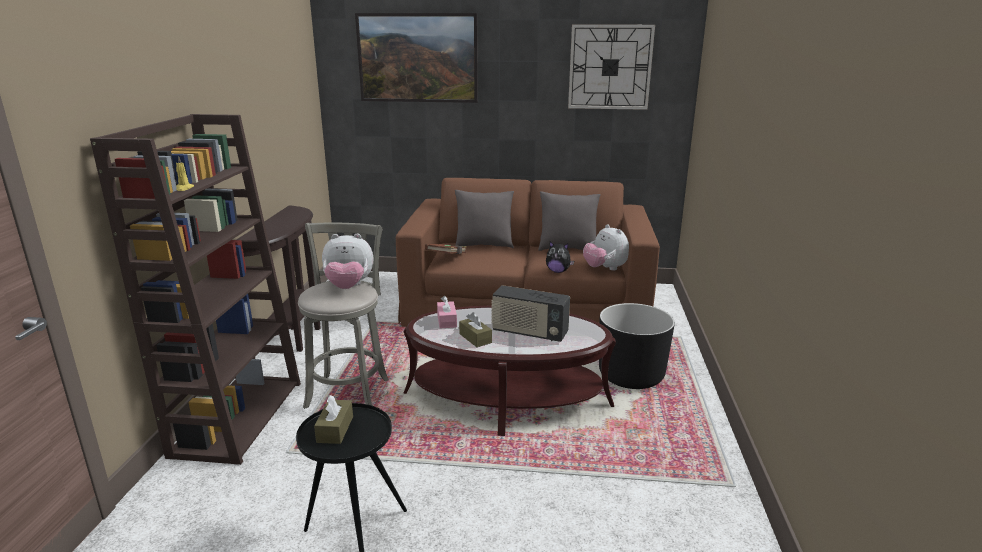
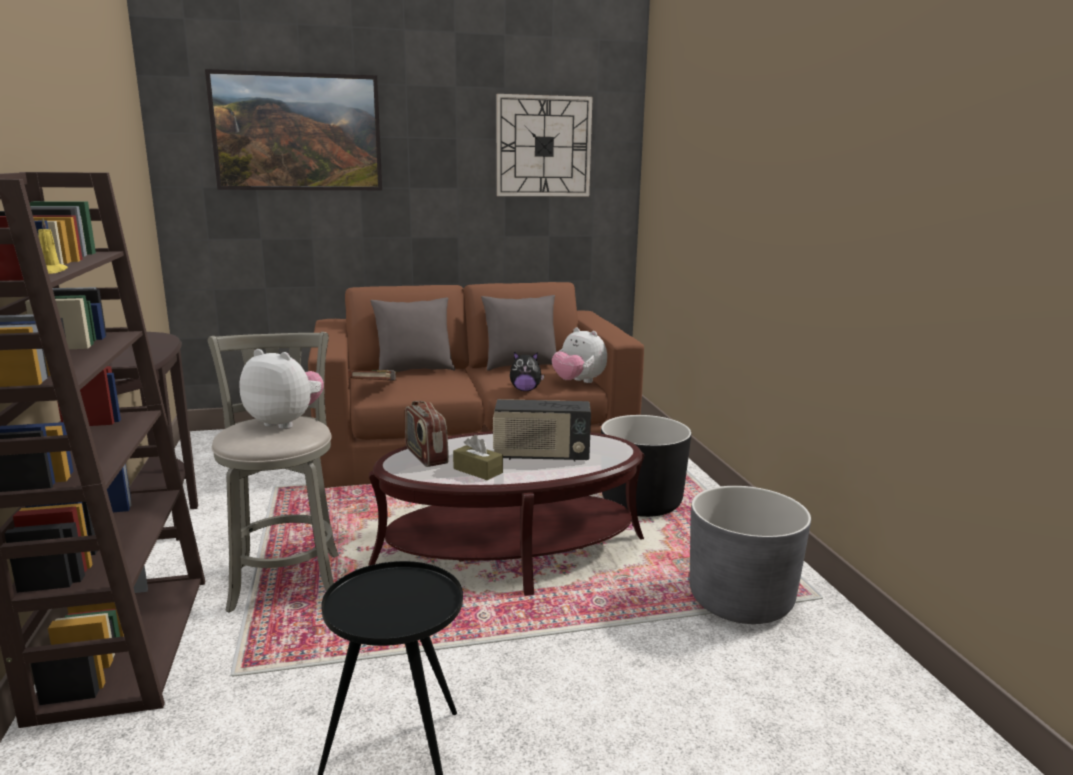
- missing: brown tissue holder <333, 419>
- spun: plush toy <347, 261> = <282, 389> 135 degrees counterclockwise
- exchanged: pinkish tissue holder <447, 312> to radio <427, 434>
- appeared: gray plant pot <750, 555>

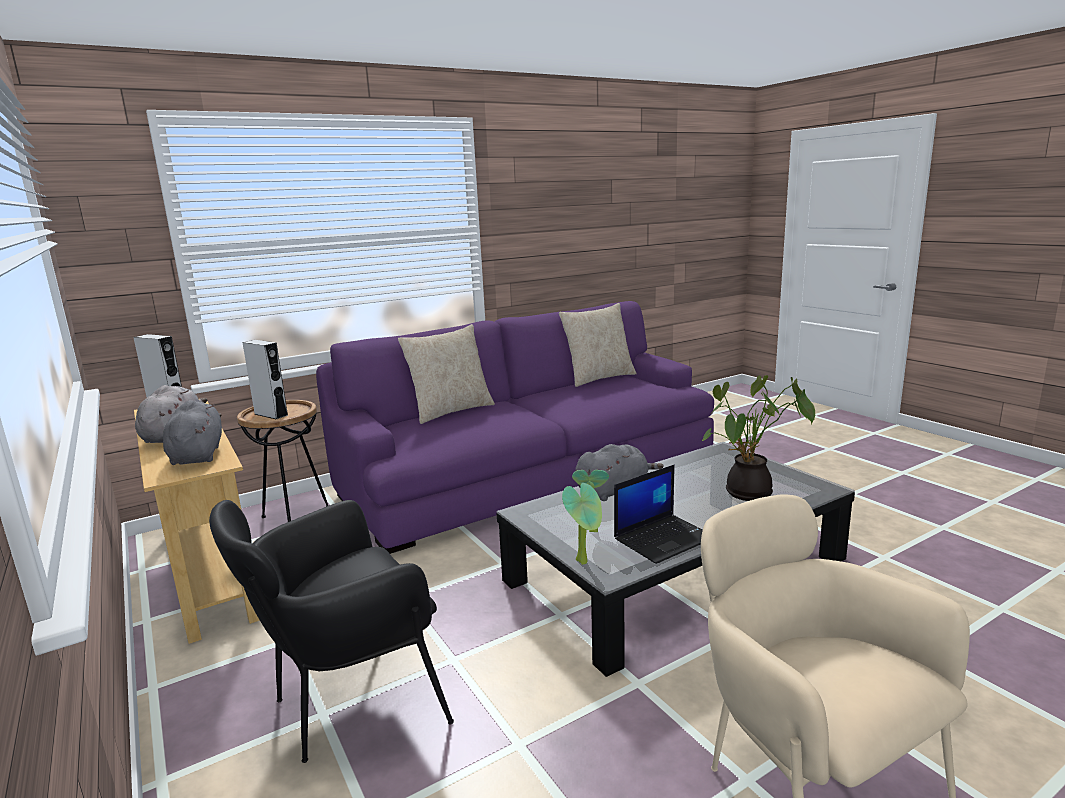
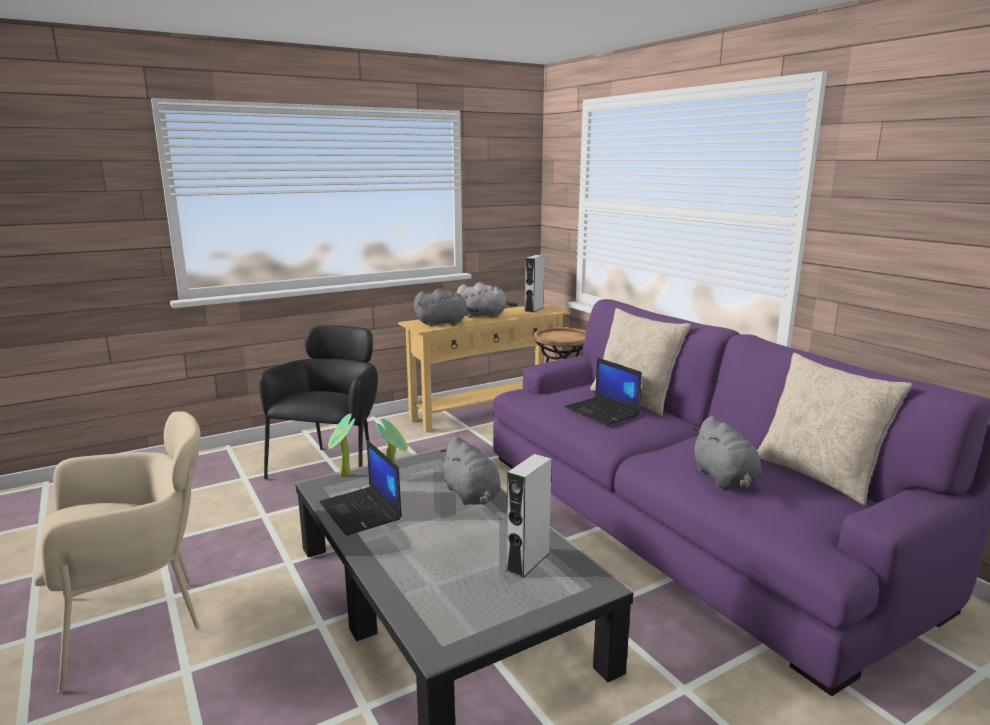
- spun: black-coloured easy chair <331, 631> = <318, 402> 45 degrees clockwise
- relocated: gray speaker <265, 379> to <529, 516>
- missing: houseplant <758, 438>
- appeared: laptop <603, 392>
- appeared: gray plush toy <726, 452>

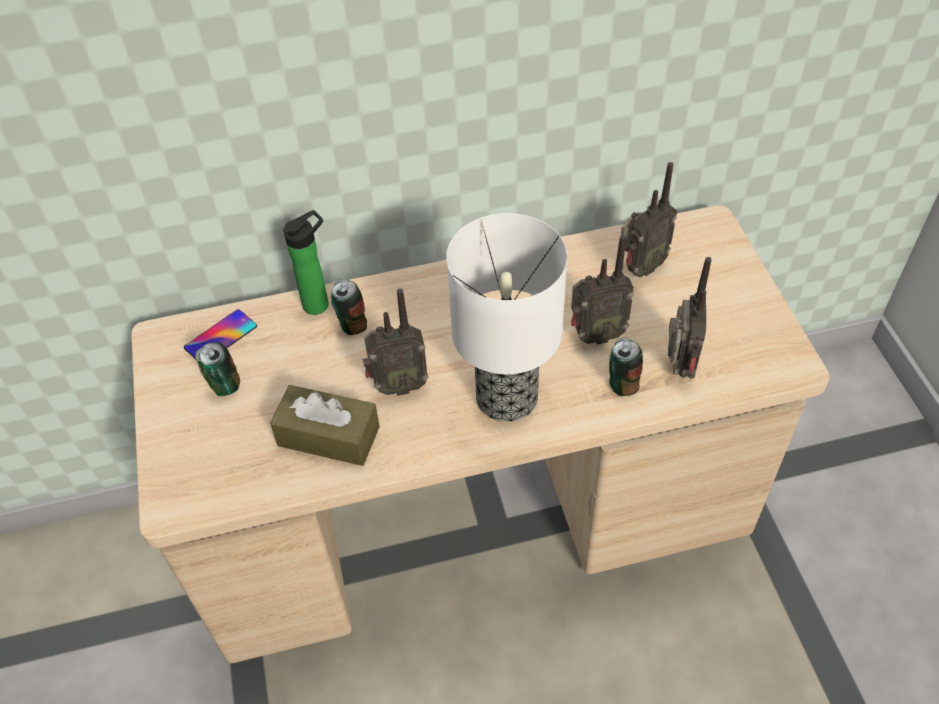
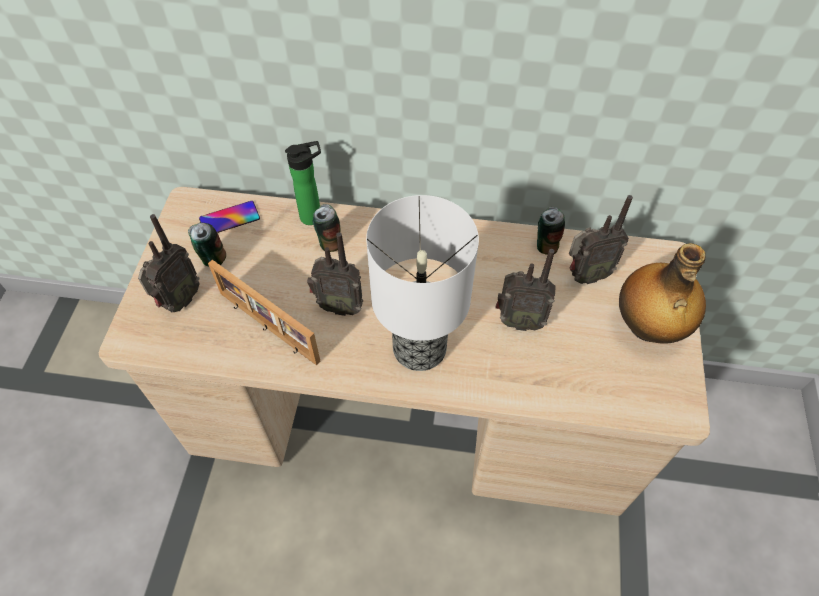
- exchanged: brown tissue holder <325, 425> to picture frame <264, 312>
- relocated: metal can <626, 367> to <551, 231>
- relocated: radio <690, 318> to <169, 263>
- appeared: drink bottle <662, 293>

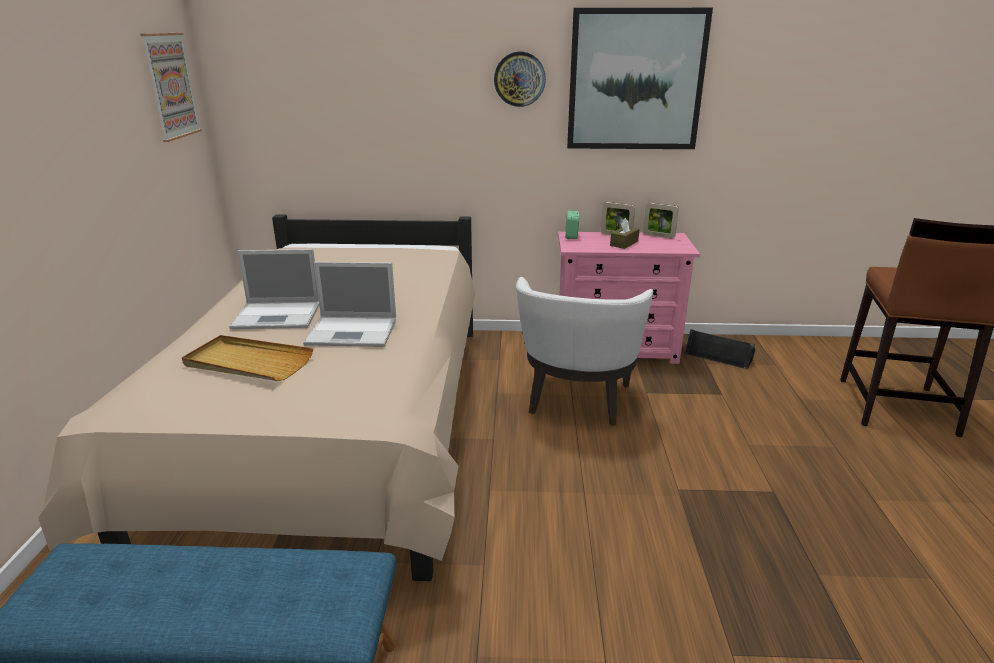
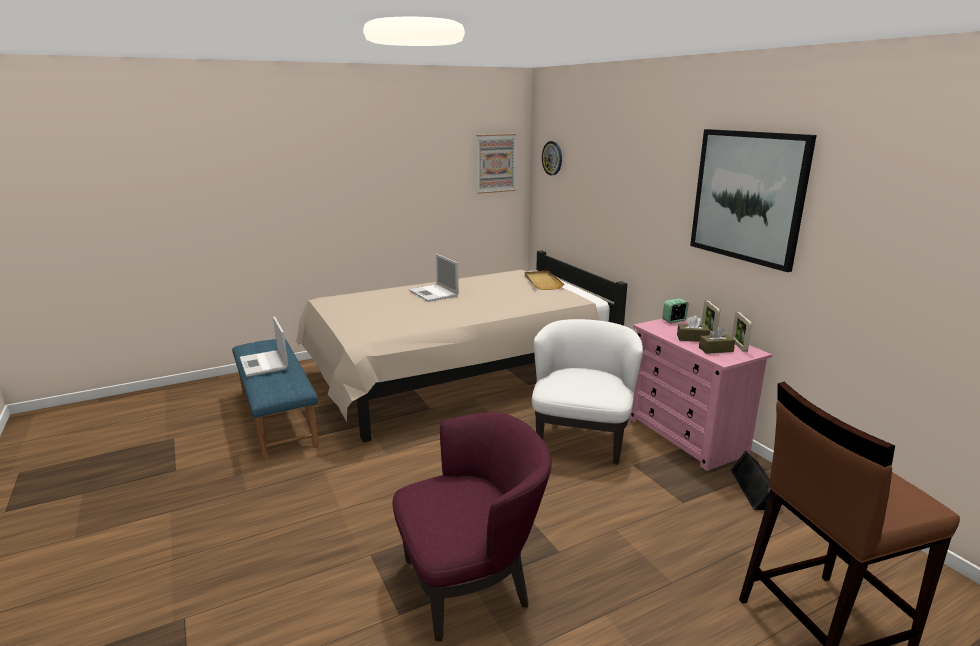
- relocated: sand-coloured serving tray <247, 358> to <544, 280>
- relocated: laptop <349, 304> to <264, 347>
- relocated: wall clock <520, 79> to <552, 158>
- spun: whitish easy chair <584, 351> = <587, 392> 120 degrees clockwise
- appeared: purple-coloured easy chair <472, 527>
- appeared: brown tissue holder <717, 340>

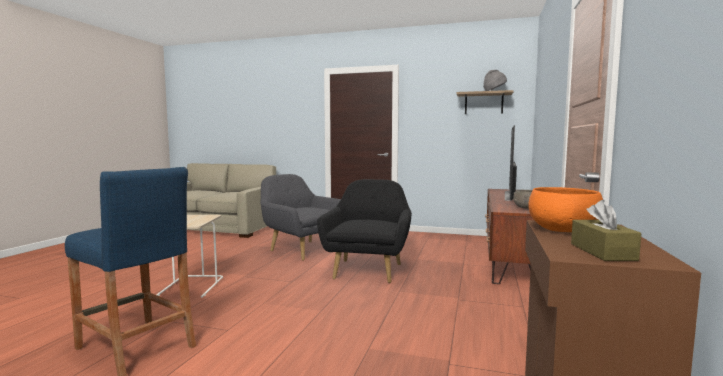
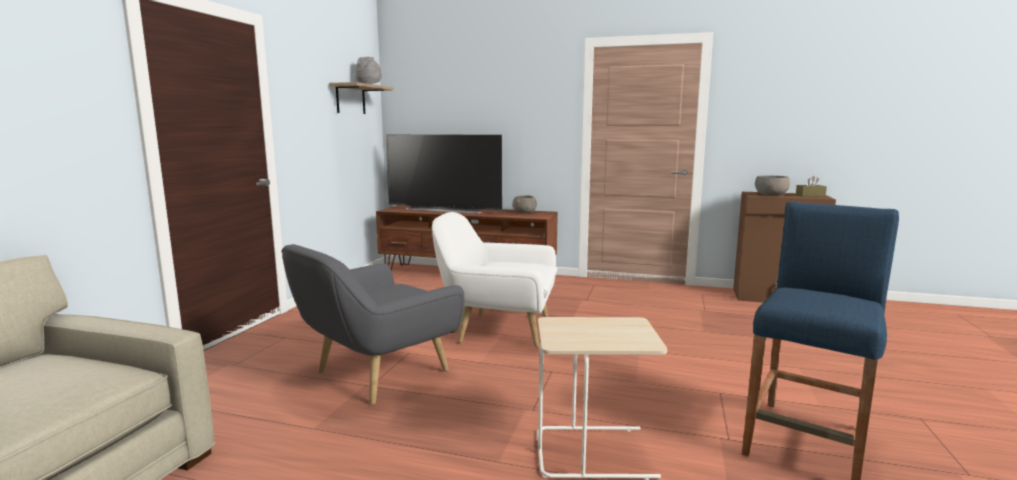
- colour: black-coloured easy chair <364, 231> to whitish easy chair <494, 280>
- colour: orange-coloured deep dish <565, 209> to gray deep dish <772, 185>

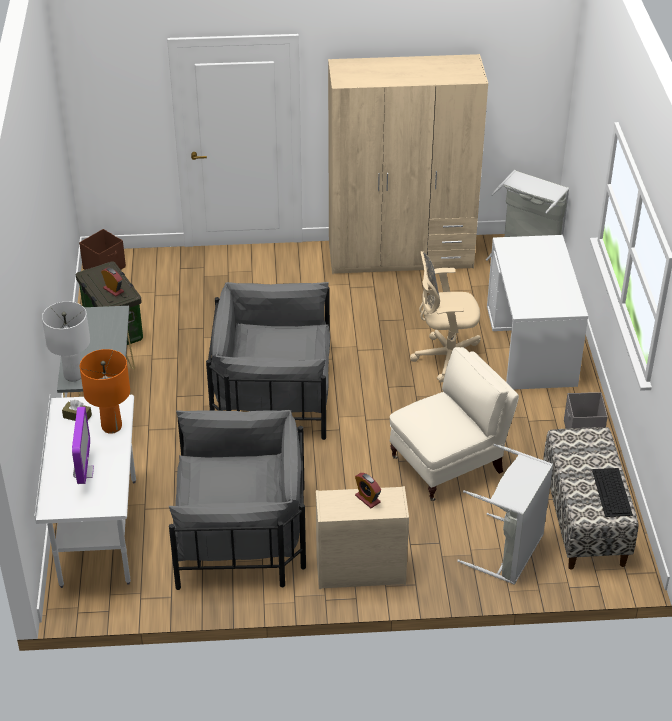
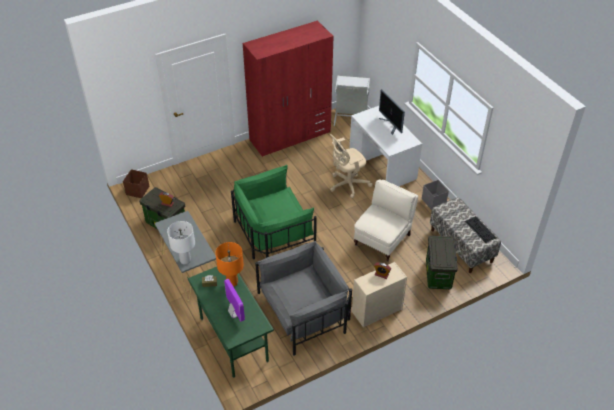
- colour: whitish desk unit <85, 491> to greenish desk unit <230, 322>
- colour: gray easy chair <268, 361> to greenish easy chair <274, 212>
- colour: sand-coloured clothes cupboard <408, 164> to red-coloured clothes cupboard <288, 88>
- exchanged: gray washing basket <505, 514> to storage container <442, 262>
- appeared: computer display <392, 112>

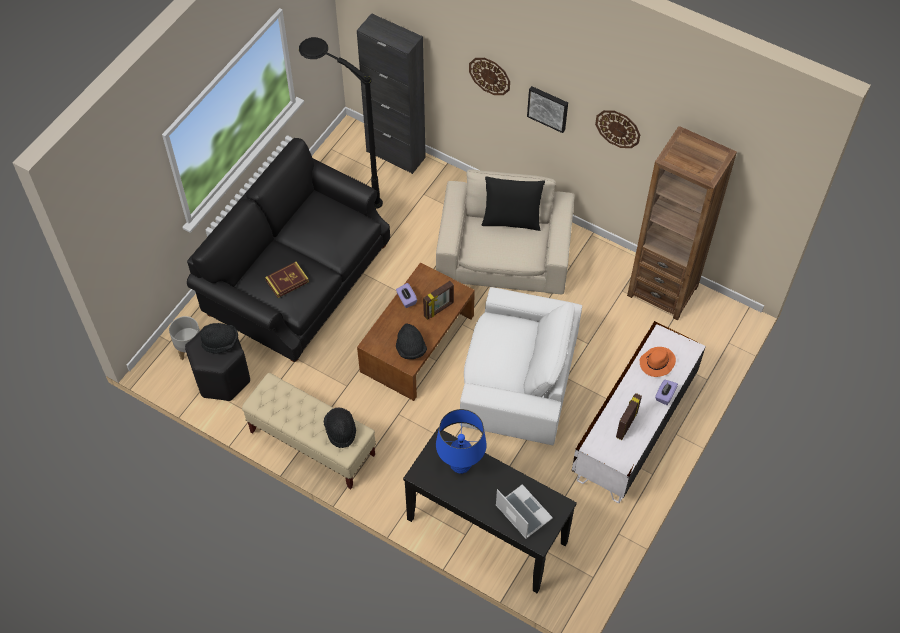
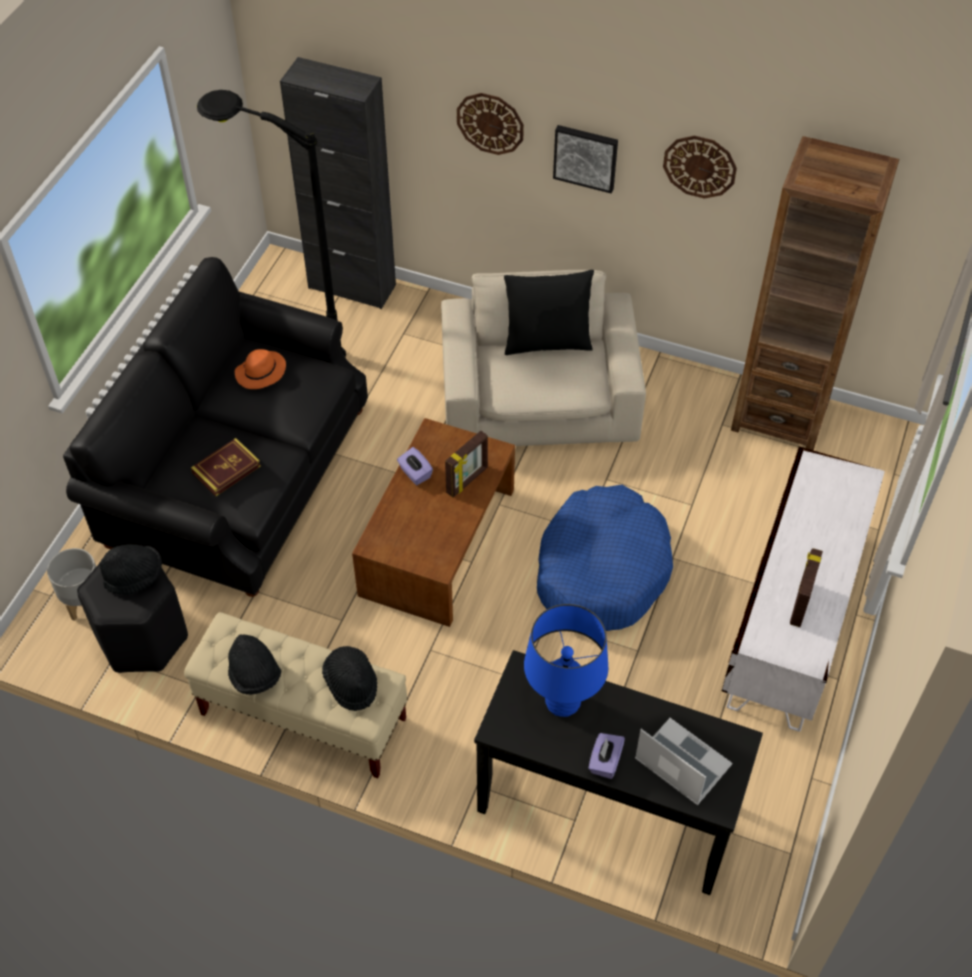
- relocated: black-coloured hat <411, 341> to <254, 664>
- exchanged: whitish easy chair <521, 366> to blue pet bed <605, 558>
- relocated: orange-coloured hat <658, 362> to <260, 369>
- relocated: purple-coloured tissue holder <666, 392> to <607, 756>

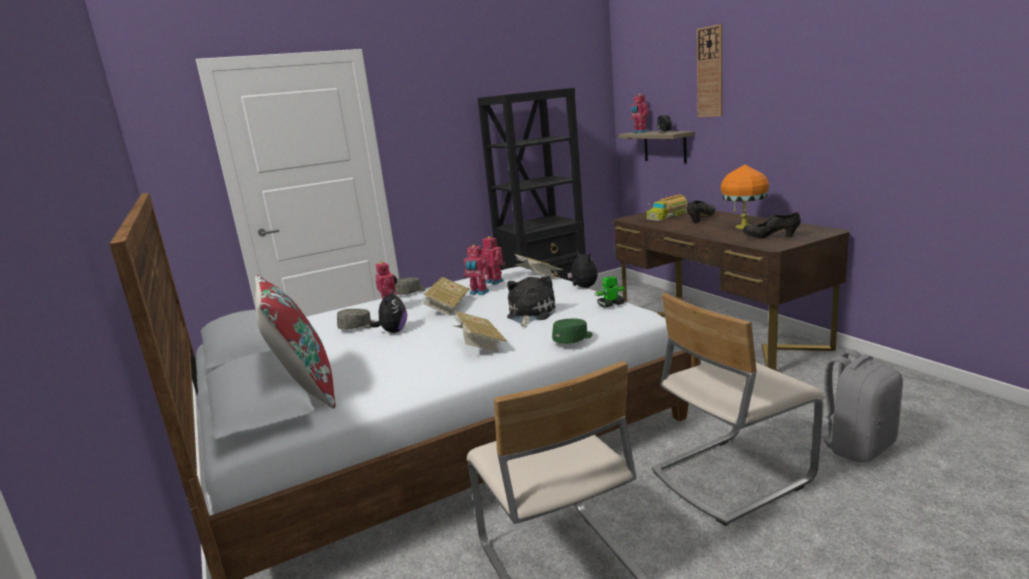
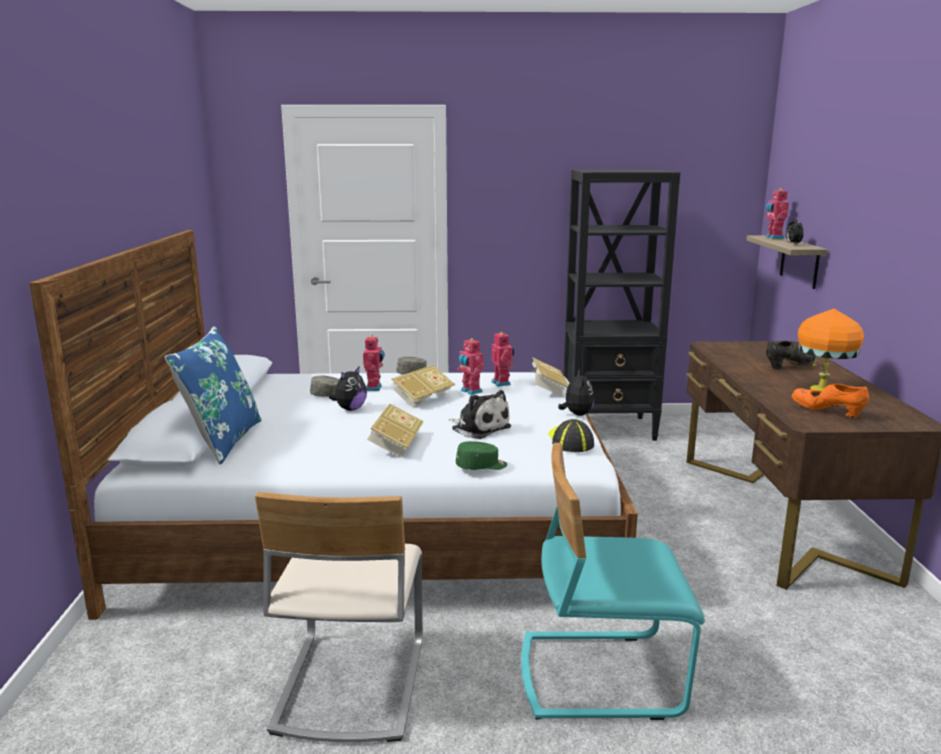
- colour: red-coloured pillow <295, 342> to blue pillow <213, 395>
- spun: plush toy <531, 301> = <480, 414> 90 degrees clockwise
- exchanged: robot figure <610, 292> to baseball cap <571, 435>
- missing: toy lorry <667, 208>
- colour: sand-coloured plain chair <738, 409> to turquoise-coloured plain chair <613, 581>
- missing: wall clock <710, 70>
- colour: black-coloured low shoe <772, 225> to orange-coloured low shoe <830, 400>
- missing: gray backpack <857, 405>

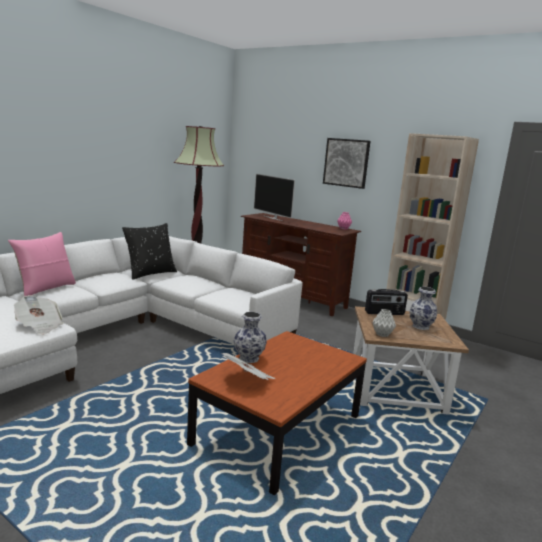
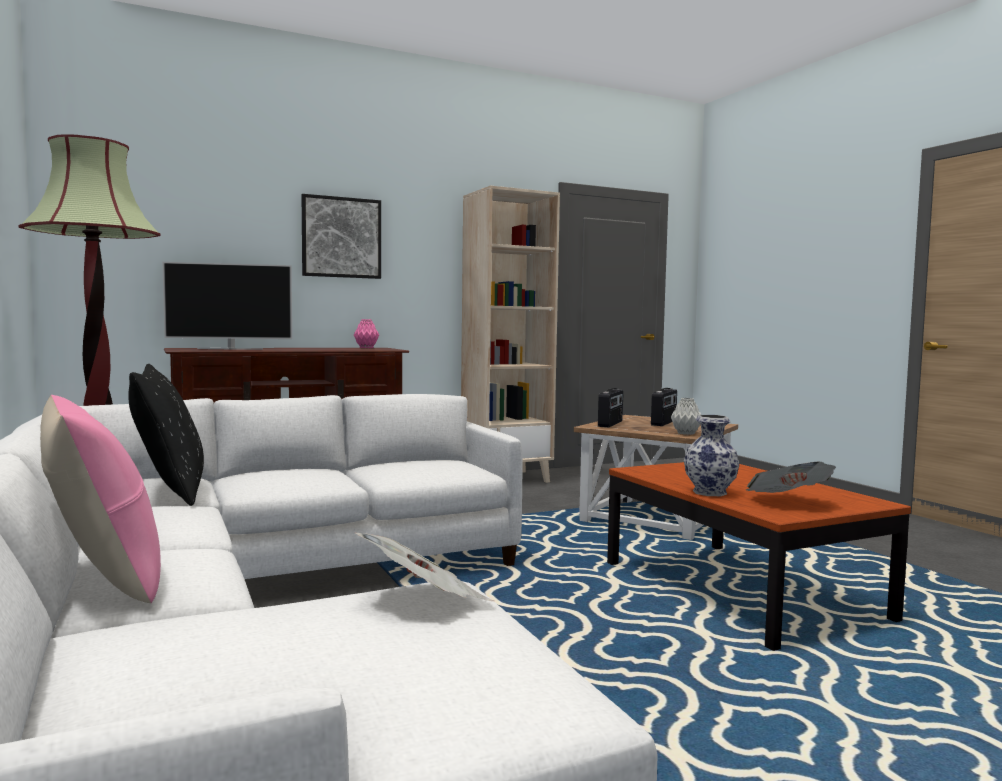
- exchanged: flower vase <423, 308> to radio <664, 407>

